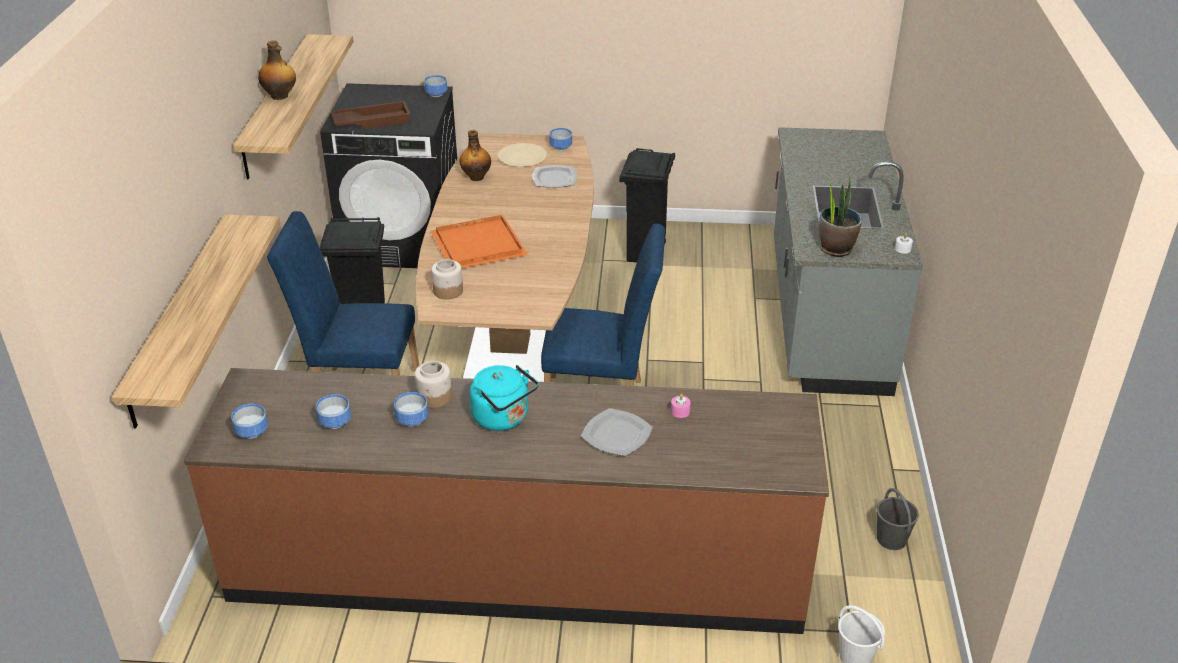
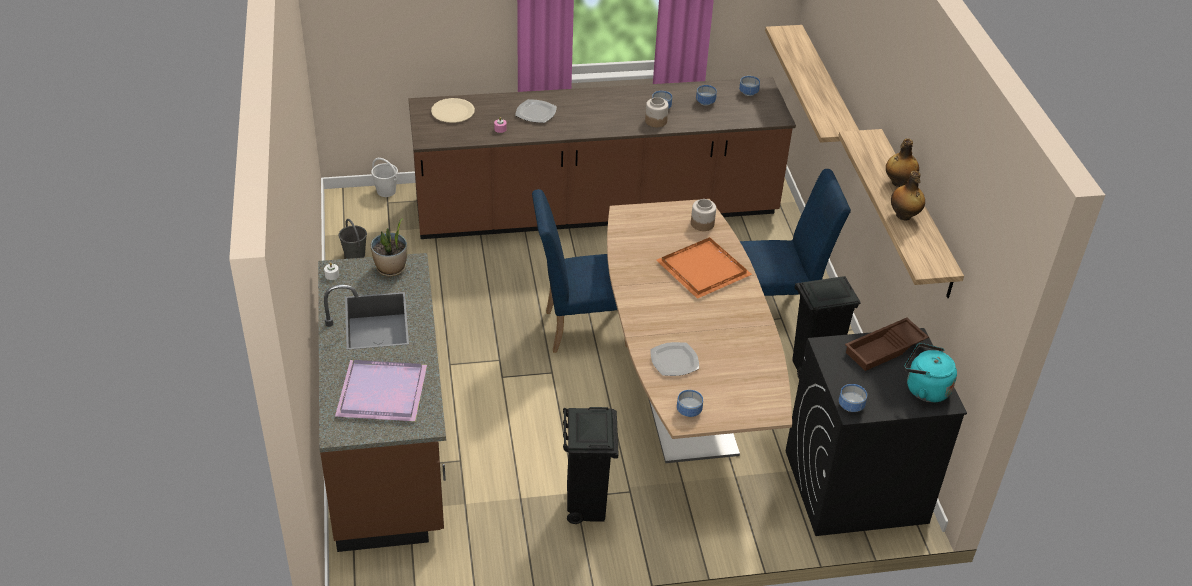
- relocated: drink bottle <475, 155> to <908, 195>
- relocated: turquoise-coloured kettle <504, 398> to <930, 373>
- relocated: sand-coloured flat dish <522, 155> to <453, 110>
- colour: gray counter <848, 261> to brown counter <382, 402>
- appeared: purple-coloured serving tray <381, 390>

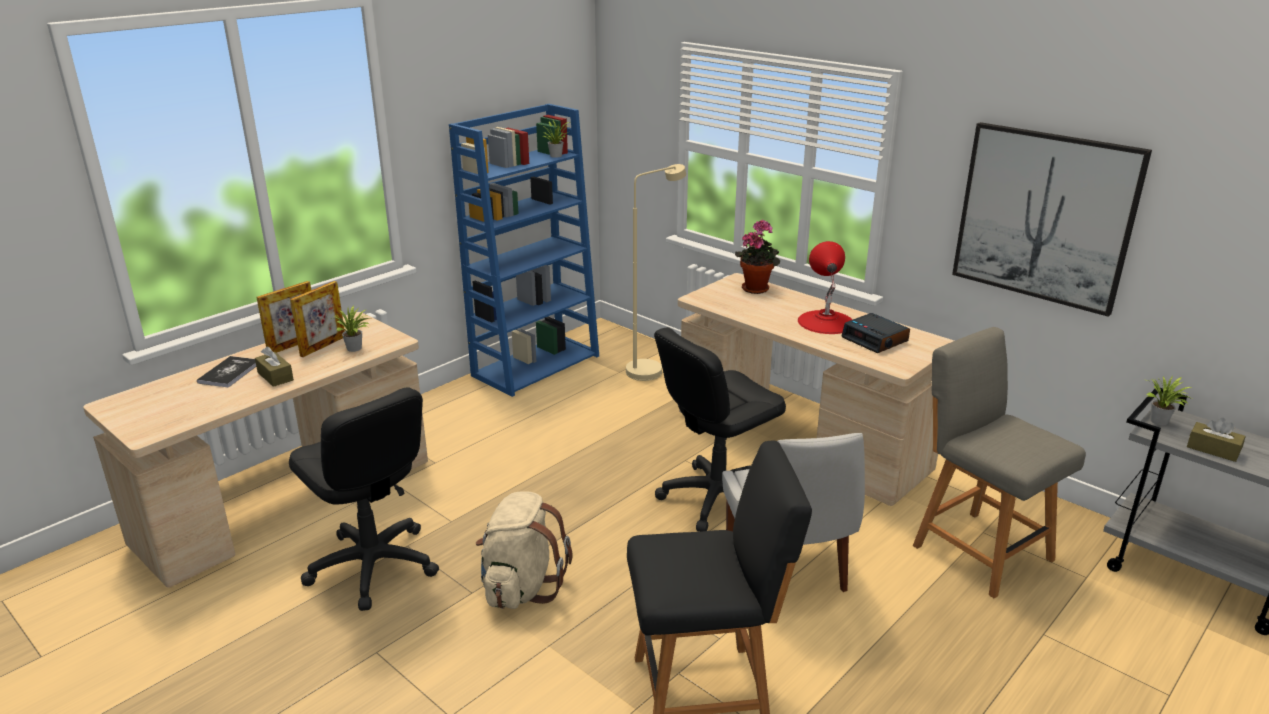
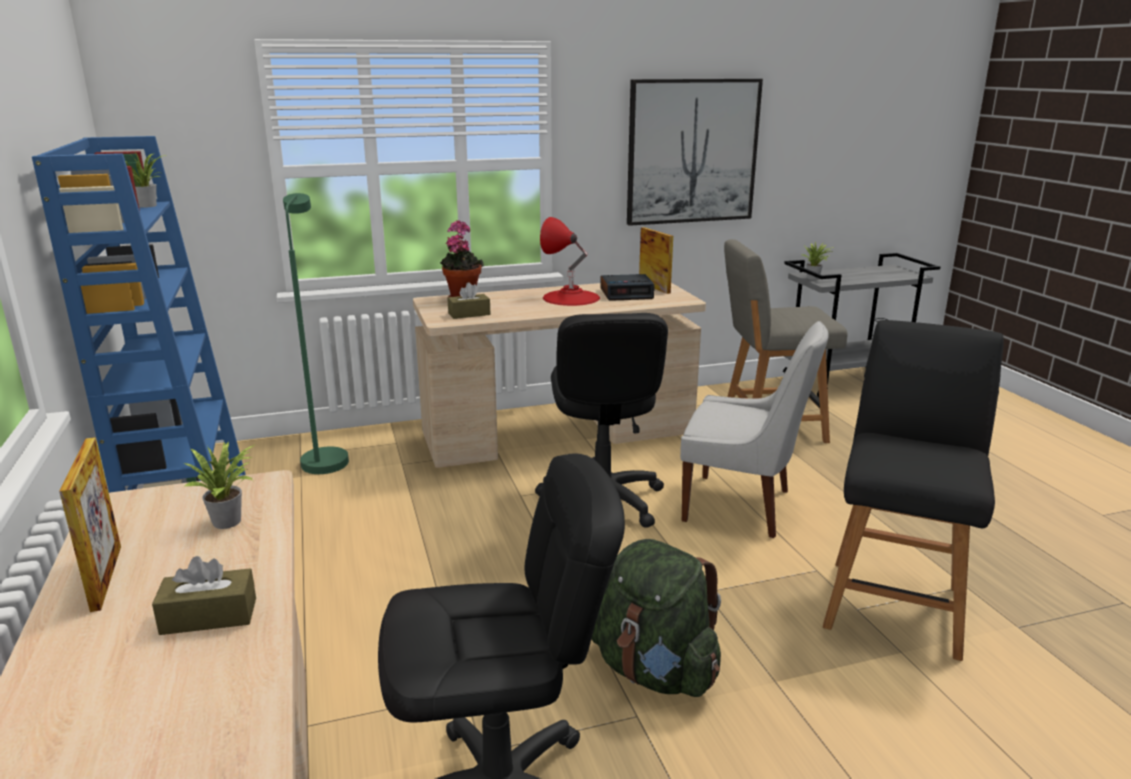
- missing: book <226, 372>
- relocated: picture frame <317, 319> to <656, 260>
- colour: sand-coloured backpack <524, 550> to greenish backpack <656, 618>
- colour: sand-coloured standard lamp <656, 272> to greenish standard lamp <316, 333>
- relocated: brown tissue holder <1216, 440> to <469, 300>

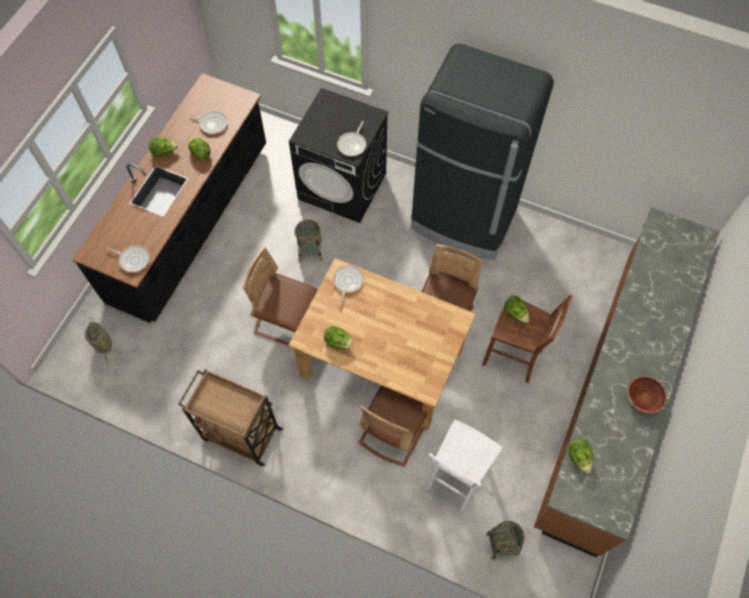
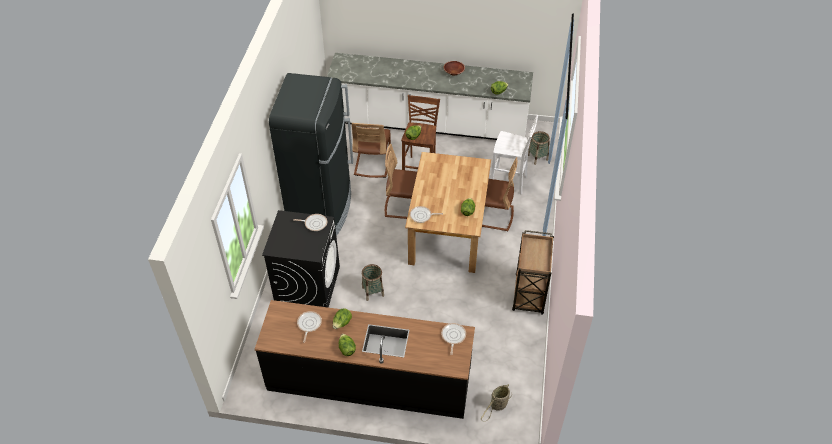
- relocated: brown plain chair <280, 296> to <371, 150>
- colour: brown counter <627, 382> to whitish counter <430, 96>

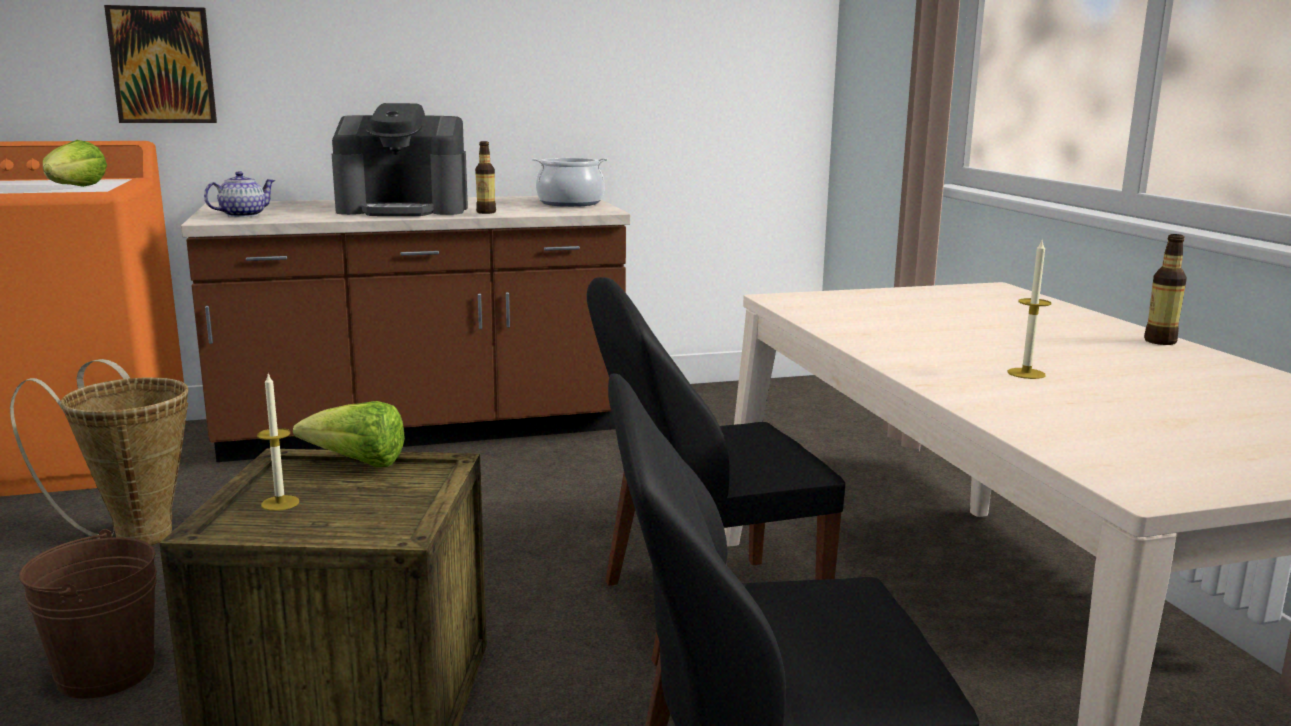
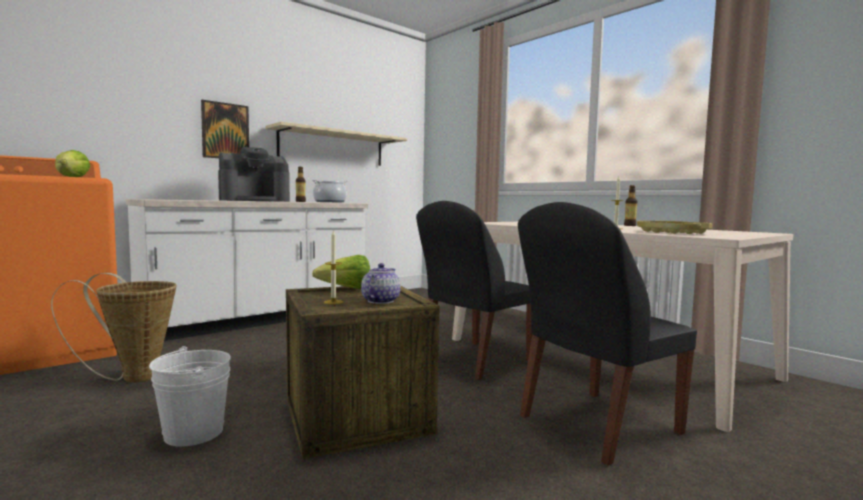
- colour: brown pail <88, 614> to whitish pail <190, 396>
- relocated: picture <160, 64> to <225, 129>
- colour: brown counter <406, 329> to whitish counter <247, 270>
- relocated: teapot <240, 194> to <381, 283>
- appeared: sand-coloured wall shelf <336, 144>
- appeared: yellowish serving tray <675, 227>

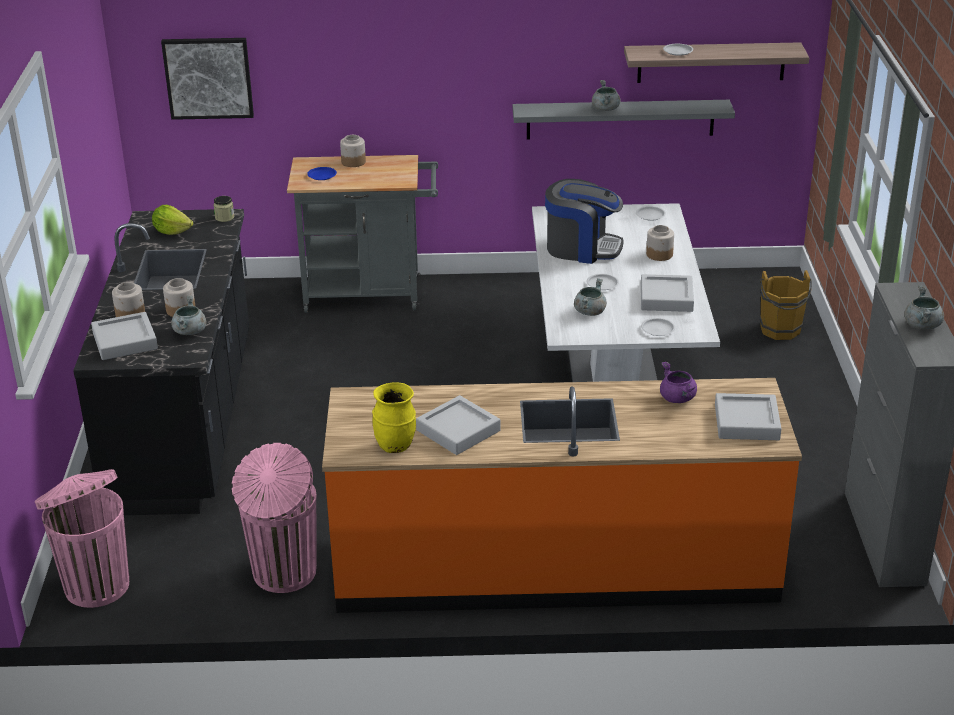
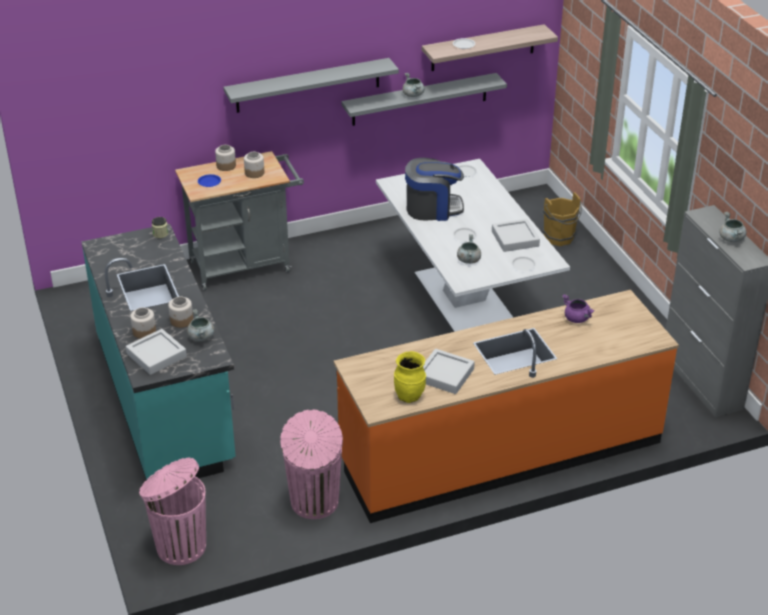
- colour: black-coloured counter <161, 362> to turquoise-coloured counter <158, 352>
- missing: head of lettuce <172, 220>
- missing: picture <207, 79>
- relocated: jar <660, 243> to <254, 165>
- missing: gray serving tray <748, 416>
- appeared: gray wall shelf <311, 85>

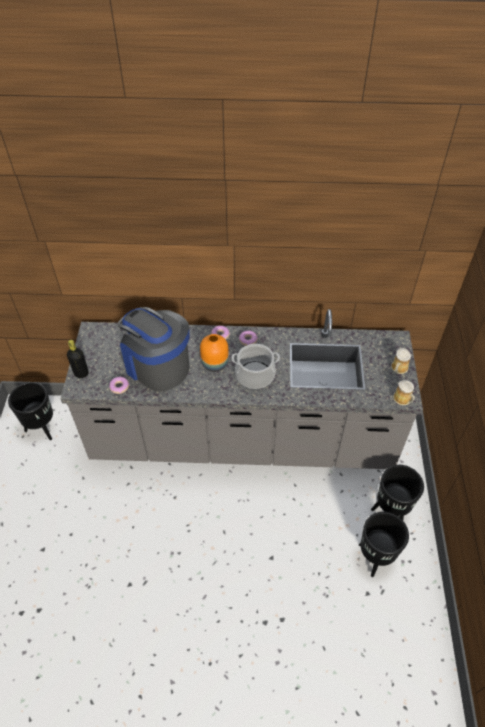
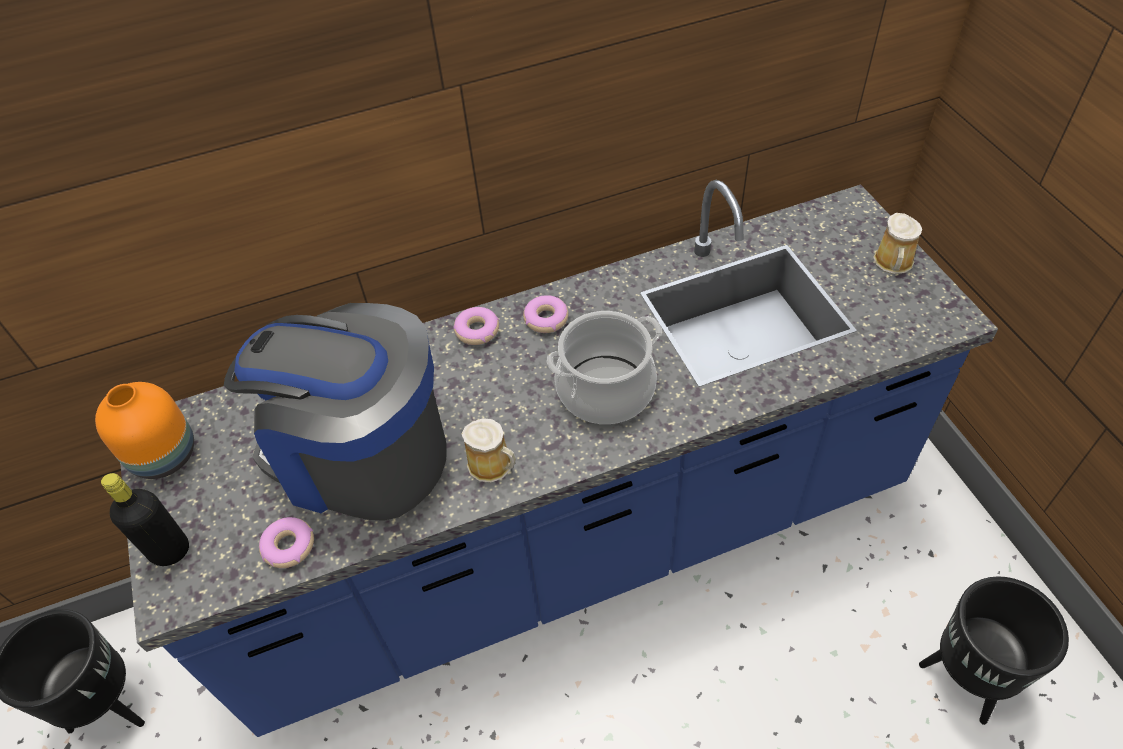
- colour: gray counter <241, 389> to blue counter <559, 458>
- relocated: orange-coloured flower vase <214, 353> to <144, 430>
- missing: black-coloured plant pot <397, 492>
- relocated: coffee mug <404, 392> to <489, 450>

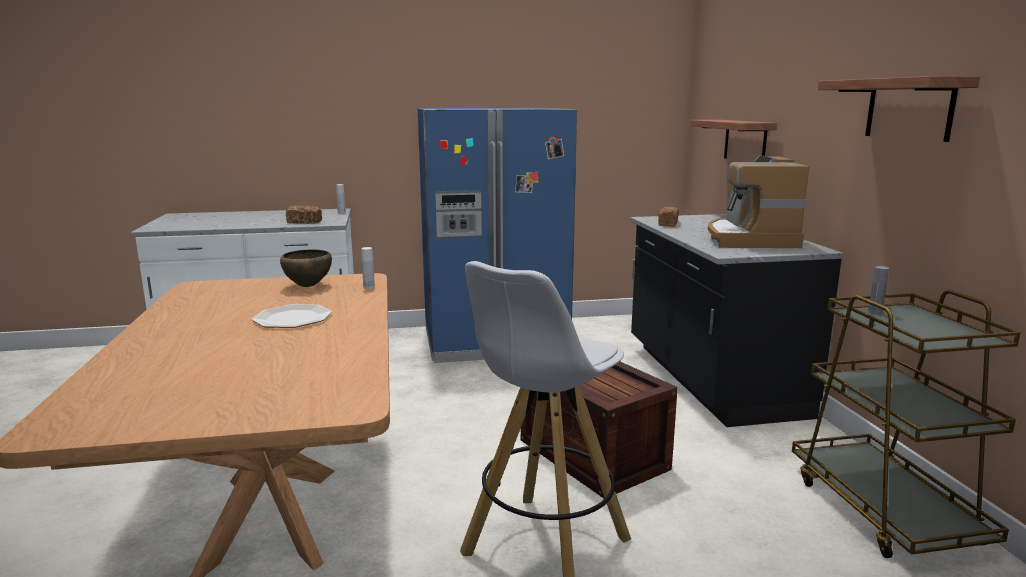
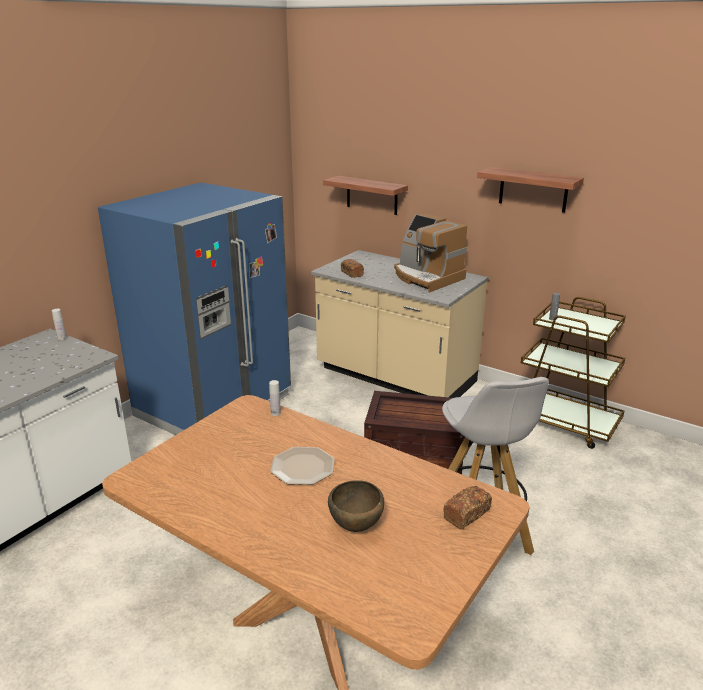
- relocated: brown deep dish <306, 268> to <356, 506>
- relocated: baked bread <304, 215> to <467, 507>
- colour: black-coloured counter <736, 320> to sand-coloured counter <400, 324>

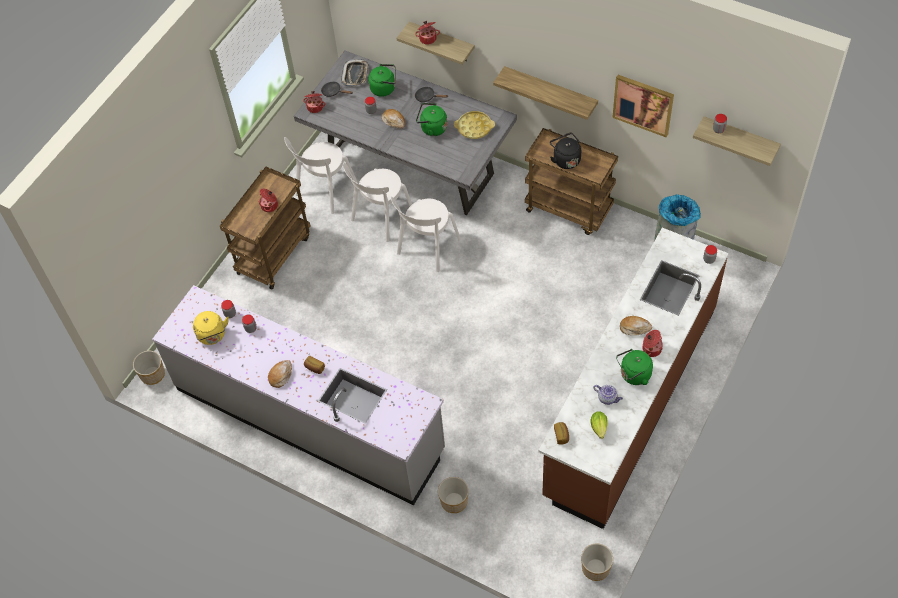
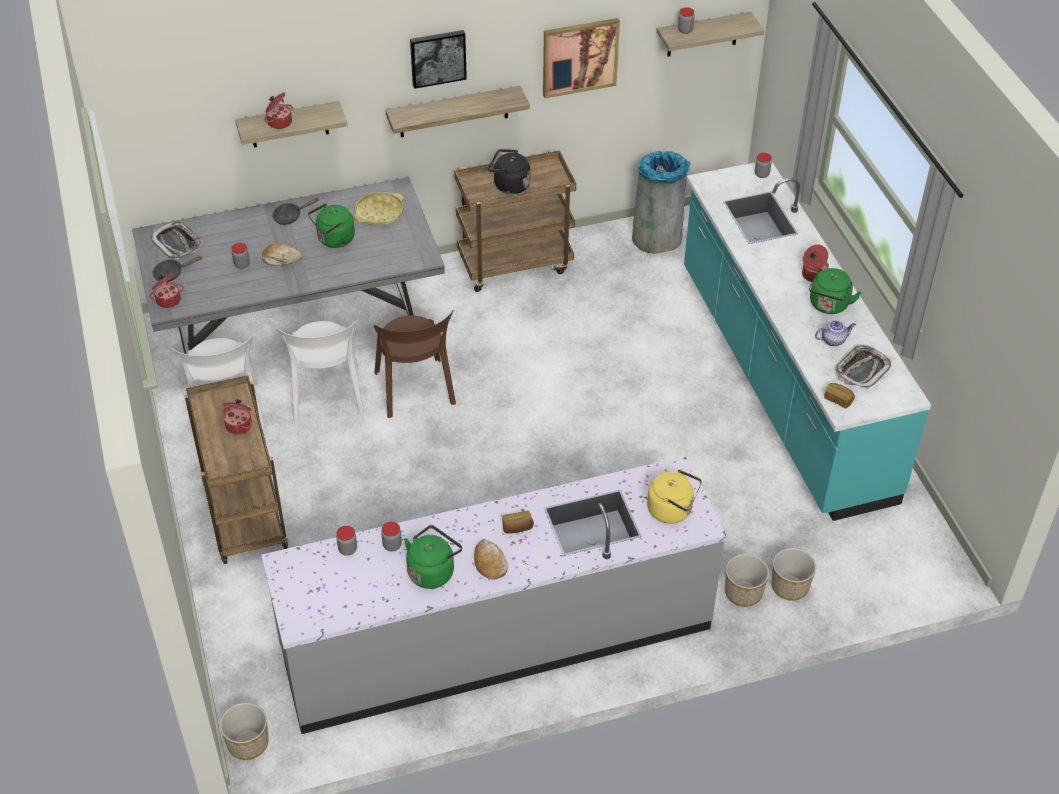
- relocated: yellowish kettle <211, 328> to <674, 496>
- relocated: greenish kettle <382, 80> to <433, 557>
- colour: whitish plain chair <426, 234> to brown plain chair <415, 364>
- colour: brown counter <634, 378> to turquoise-coloured counter <807, 341>
- relocated: plant pot <597, 562> to <793, 574>
- exchanged: head of lettuce <598, 425> to serving tray <863, 366>
- missing: baked bread <636, 325>
- appeared: picture <438, 59>

